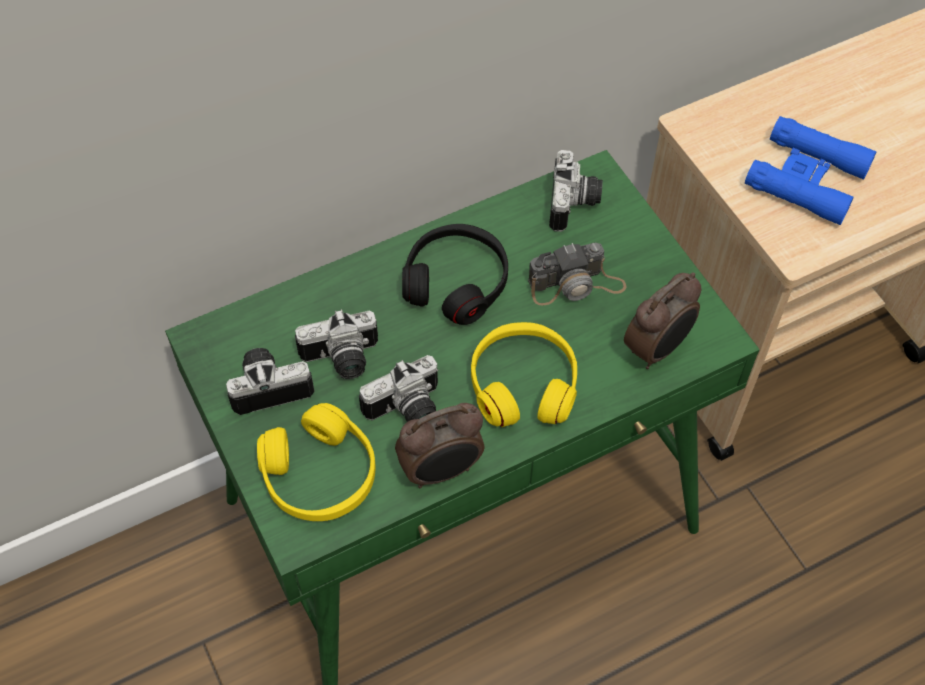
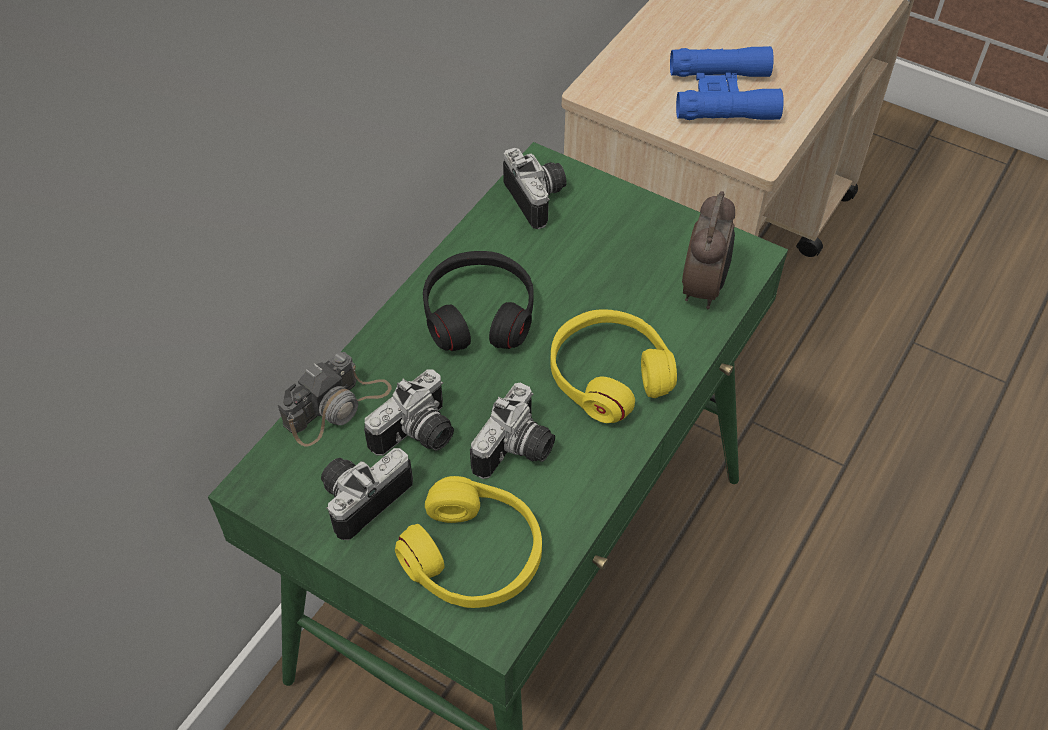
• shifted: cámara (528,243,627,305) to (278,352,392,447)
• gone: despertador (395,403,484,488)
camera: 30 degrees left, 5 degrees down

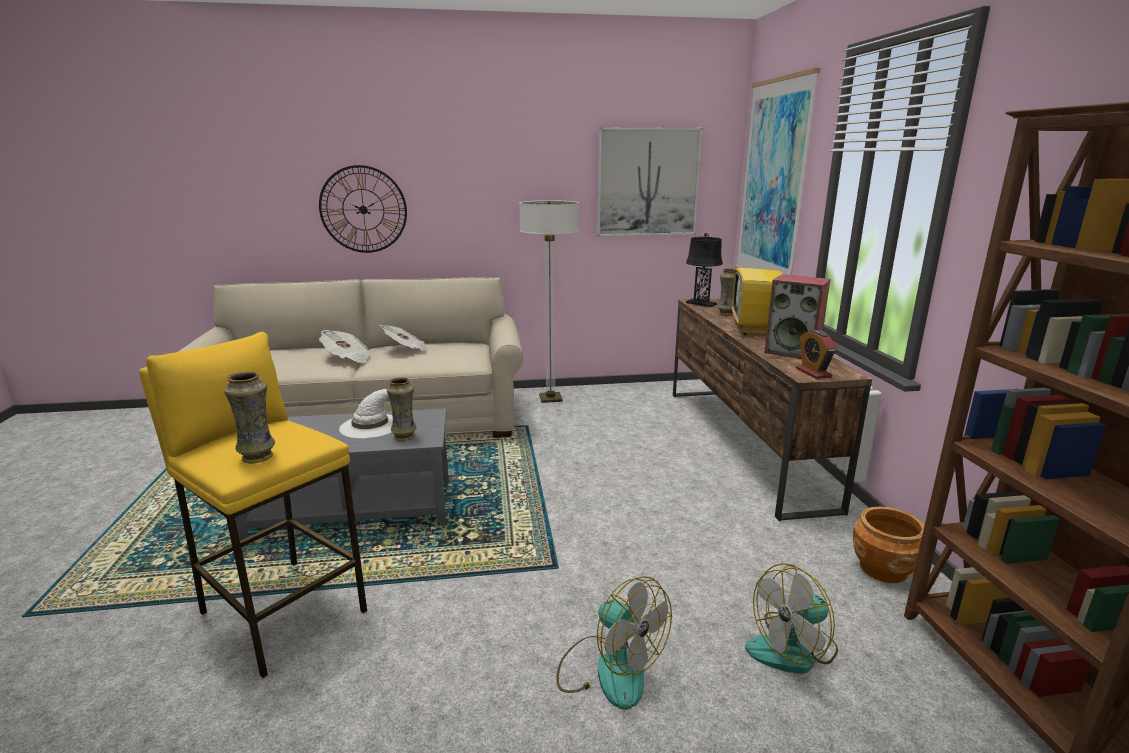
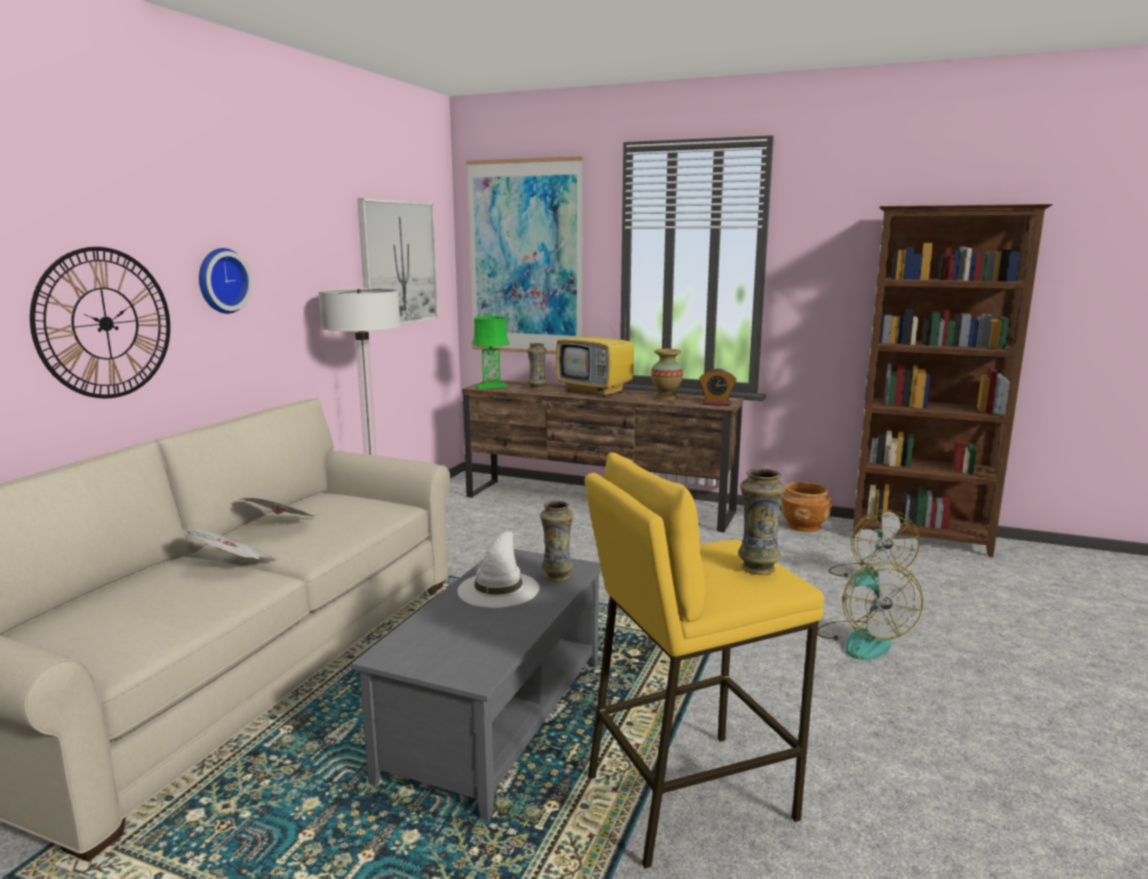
• new: reloj de pared (199,248,252,314)
• repainted: lámpara de mesa [negro] (686,233,723,307) to lámpara de mesa [verde] (472,312,510,389)
• swapped: altavoz (764,274,830,359) to florero (651,349,683,400)
• rotated: ventilador (556,576,672,710) = (817,562,923,660) 105 degrees clockwise
camera: 60 degrees left, 5 degrees down

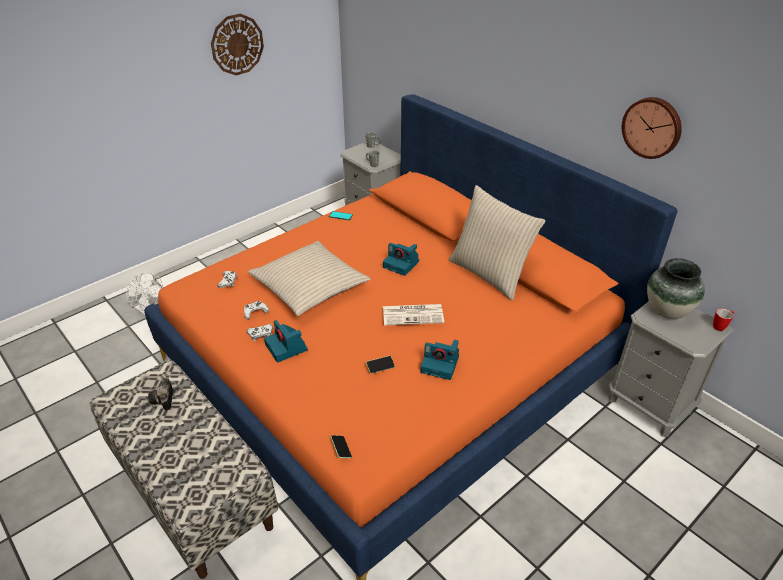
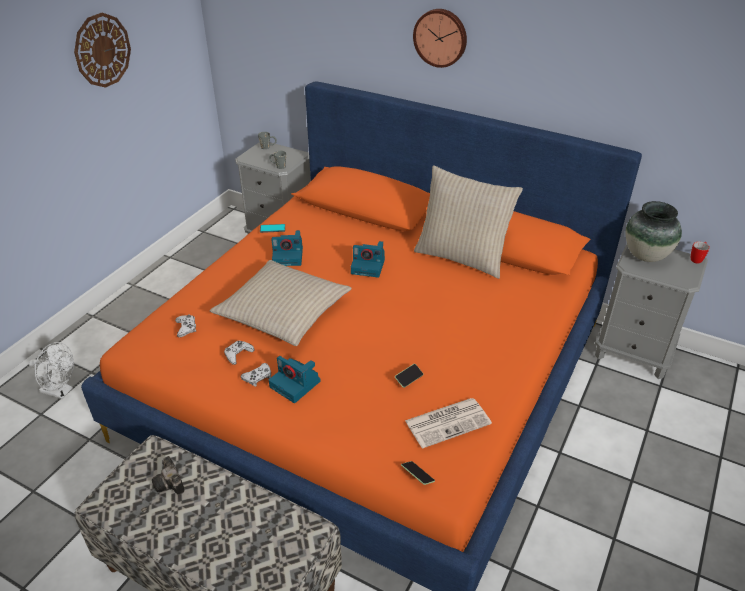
• shifted: cámara (421,340,459,380) to (271,230,303,266)
• shifted: periódico (383,304,444,325) to (405,398,492,448)
• shifted: reloj de pared (622,97,682,159) to (413,9,467,68)
camera: 20 degrees left, 0 degrees up

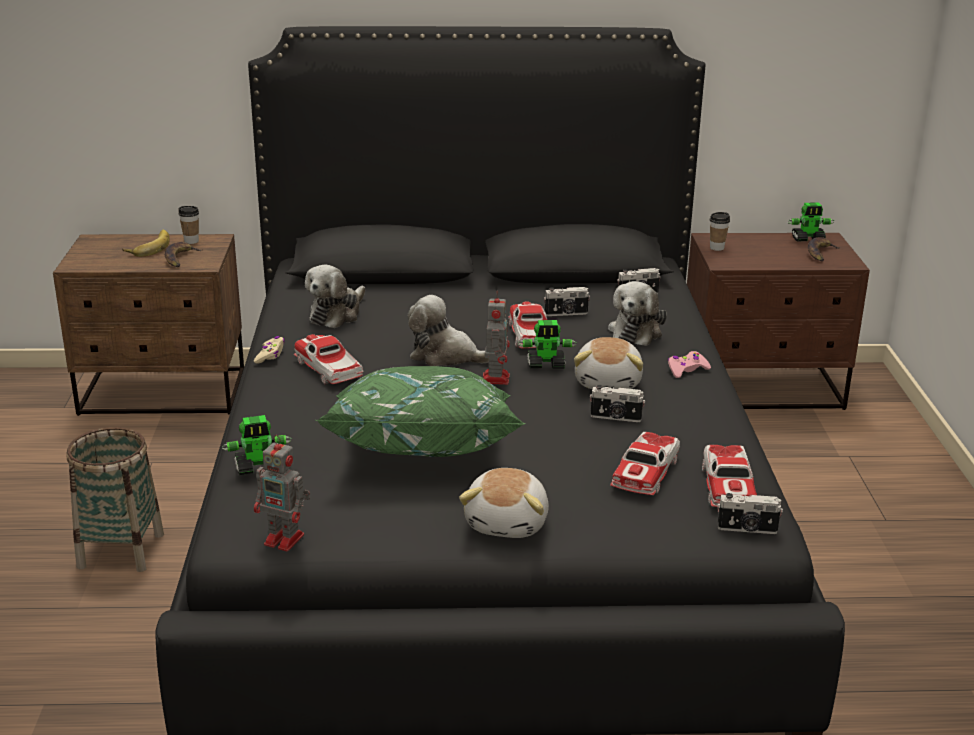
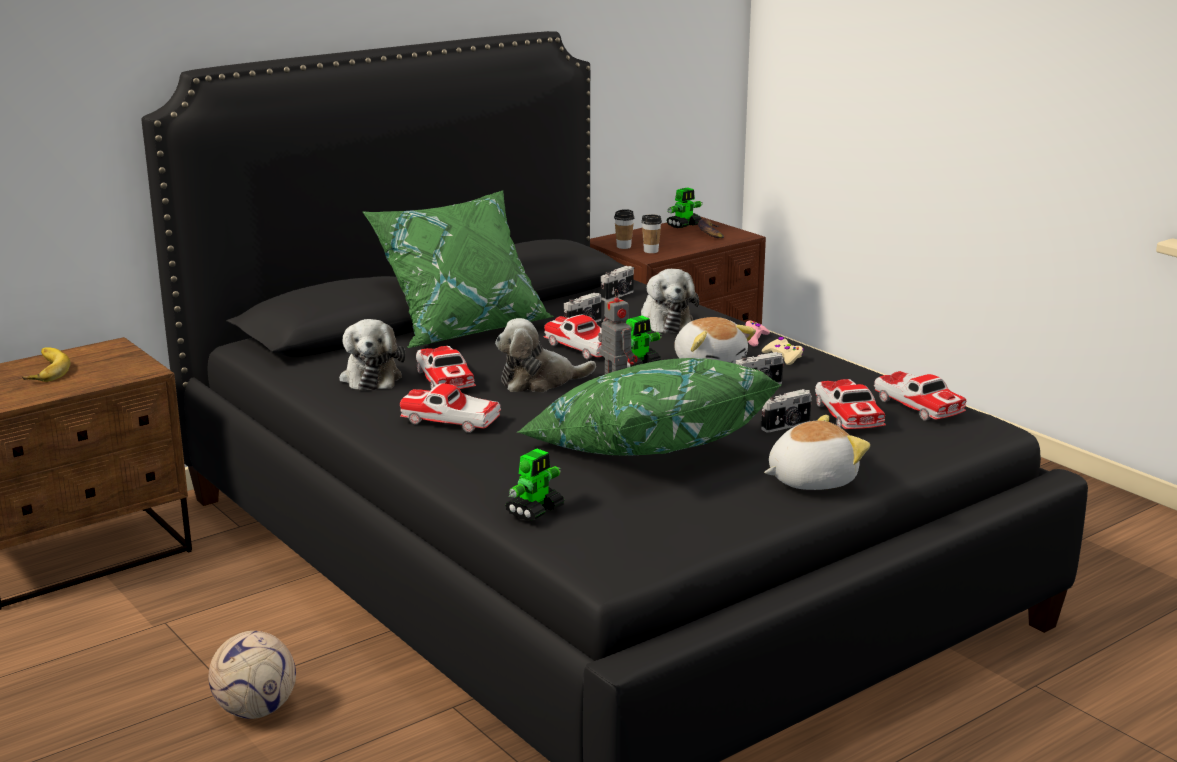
• swapped: cesta (66,427,164,572) to balón de fútbol (209,631,296,719)
• new: cojín [verde] (362,191,554,348)
• new: coche de juguete (416,346,476,389)
• shifted: taza (178,206,199,244) to (641,215,662,253)
• shifted: cámara (717,493,783,534) to (761,389,812,433)
• shifted: mando de consola [beis] (254,336,285,364) to (762,337,804,365)
• rotated: peluche (459,468,549,538) = (764,415,870,490) 90 degrees counterclockwise
• gone: plátano (165,242,202,267)
• gone: robot de juguete (254,435,310,551)
camera: 35 degrees left, 5 degrees down

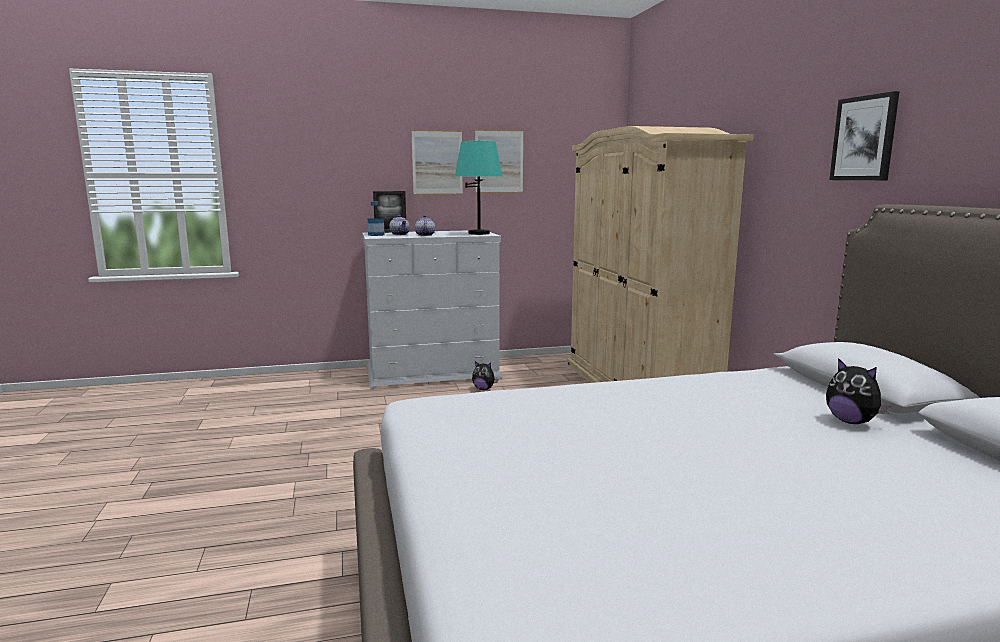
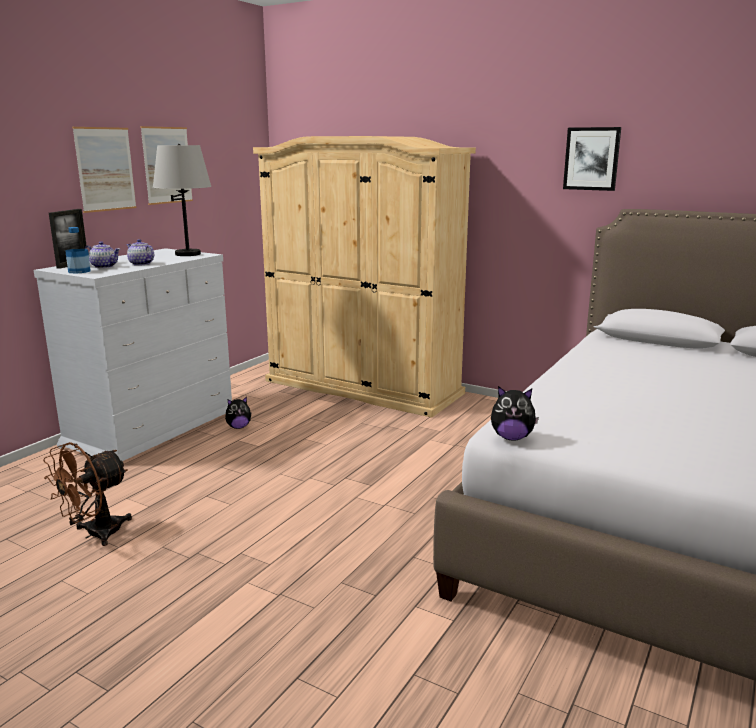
• new: ventilador [marrón] (43,442,132,546)
• repainted: lámpara de mesa [turquesa] (455,140,503,235) to lámpara de mesa [gris] (153,144,211,256)
• shifted: peluche (826,358,891,424) to (491,386,539,441)
camera: 45 degrees left, 5 degrees up

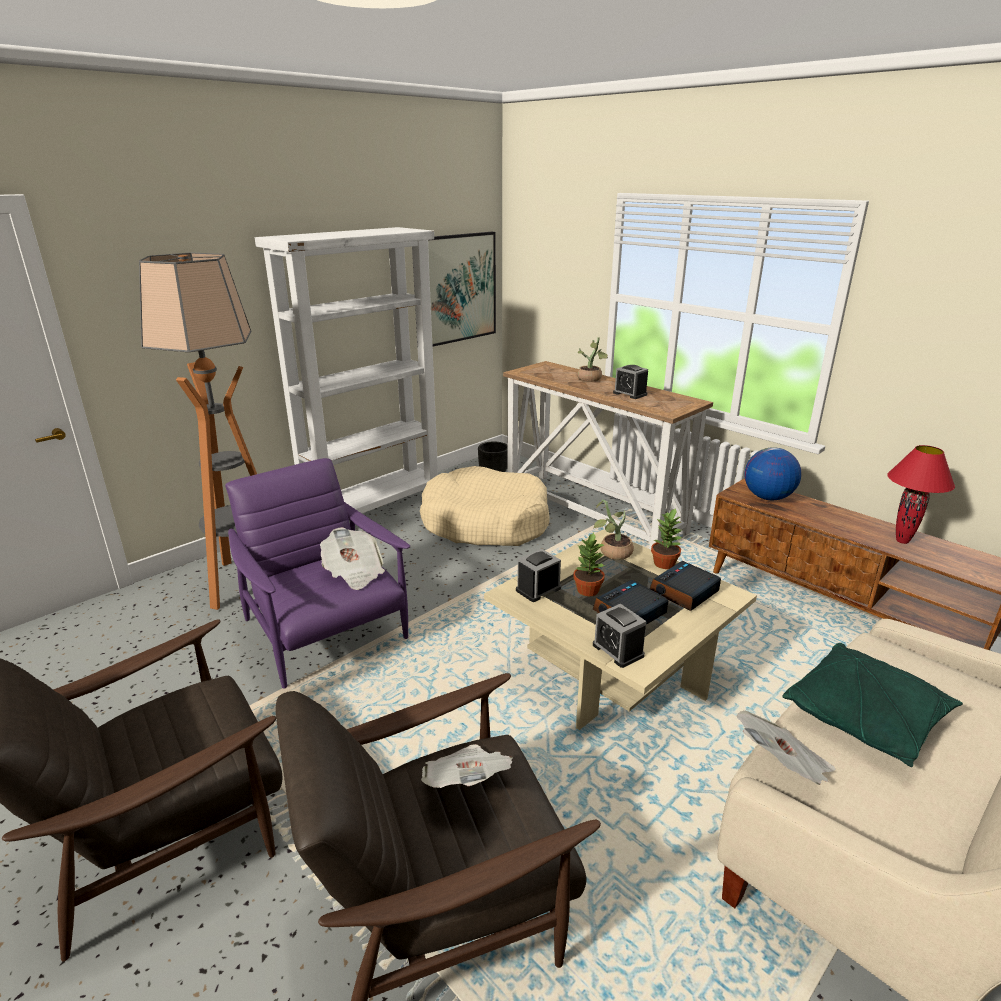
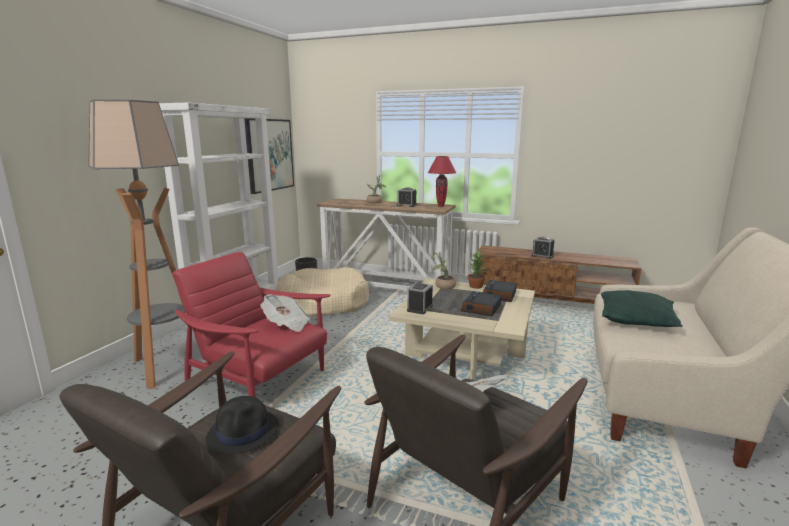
• repainted: sillón [morado] (225,458,410,688) to sillón [rojo] (172,252,331,398)
• new: sombrero [negro] (206,396,279,454)
• shifted: lámpara de mesa [rojo] (887,445,955,544) to (428,156,456,207)
• shifted: despertador (593,604,646,668) to (531,237,554,259)
• gone: planta en maceta (573,532,605,596)
• gone: periódico (737,711,836,785)
• gone: globo terráqueo (744,447,801,500)
camera: 25 degrees left, 10 degrees down

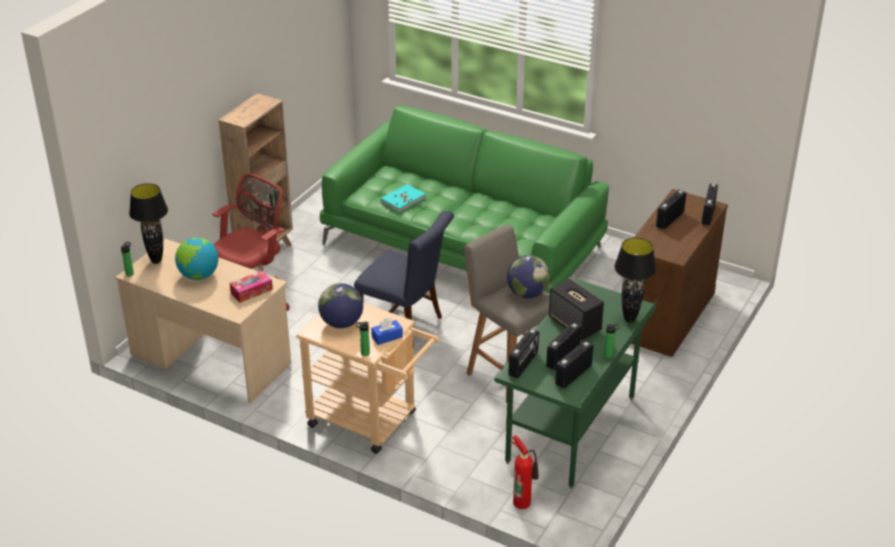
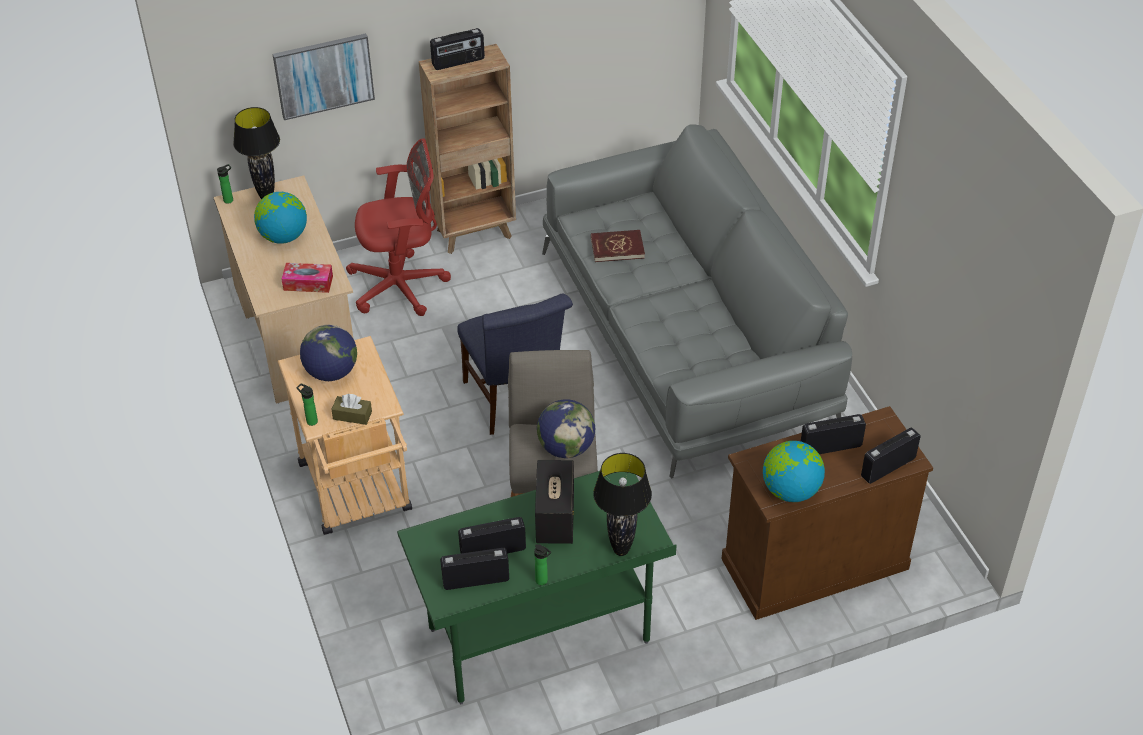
• new: cuadro (273,33,375,120)
• repainted: caja de pañuelos [azul] (371,318,403,345) to caja de pañuelos [marrón] (331,394,372,425)
• shifted: radio (508,328,539,378) to (430,28,485,70)
• repainted: sofá [verde] (320,106,609,294) to sofá [gris] (542,124,852,479)
• repainted: libro [turquesa] (380,184,426,212) to libro [rojo] (591,230,645,262)
• new: globo terráqueo (763,441,825,502)
• gone: extintor (512,435,539,509)
camera: 40 degrees right, 10 degrees up

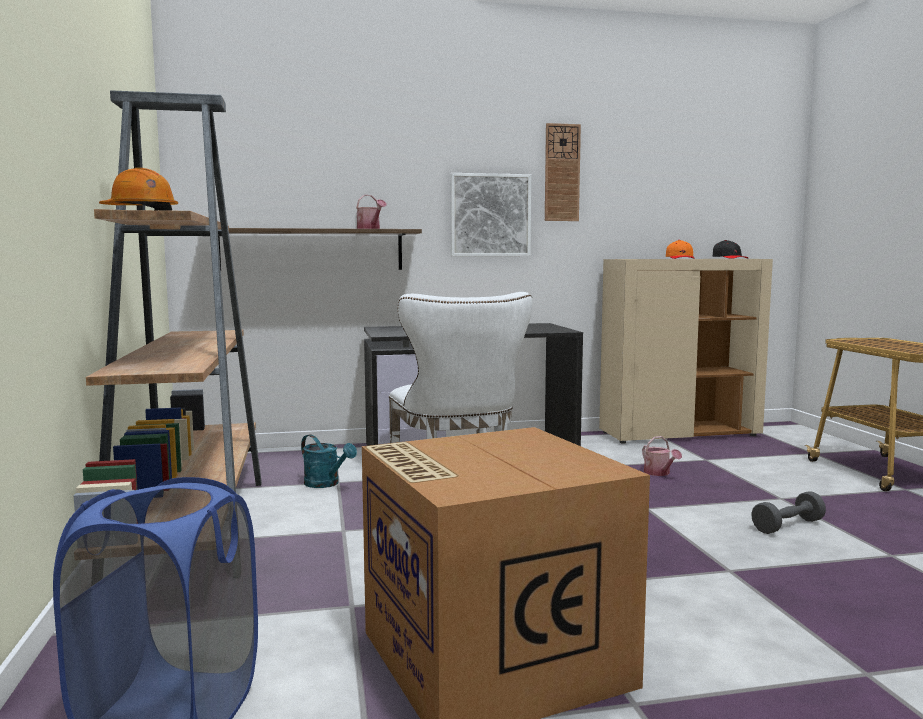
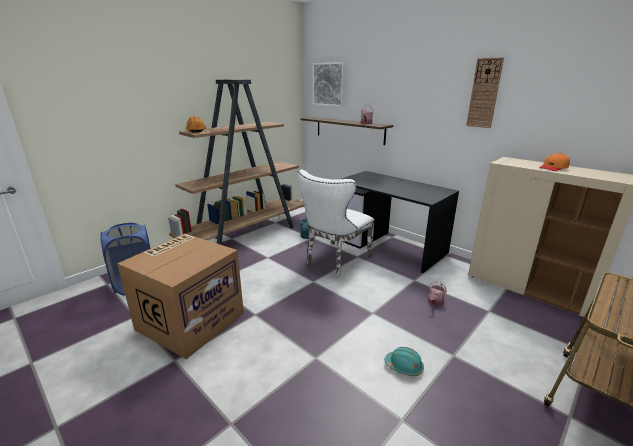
• shifted: cuadro (450,173,531,256) to (313,62,345,107)
• swapped: mancuerna [gris] (751,491,826,534) to casco [turquesa] (384,347,424,376)
• gone: gorra [negro] (713,240,748,259)
camera: 55 degrees right, 15 degrees up

